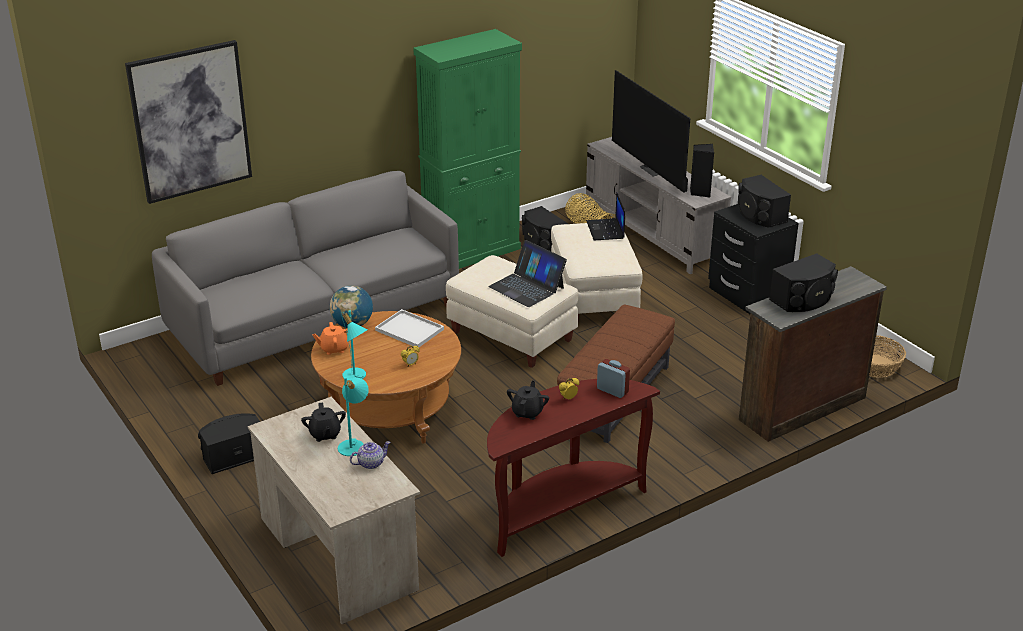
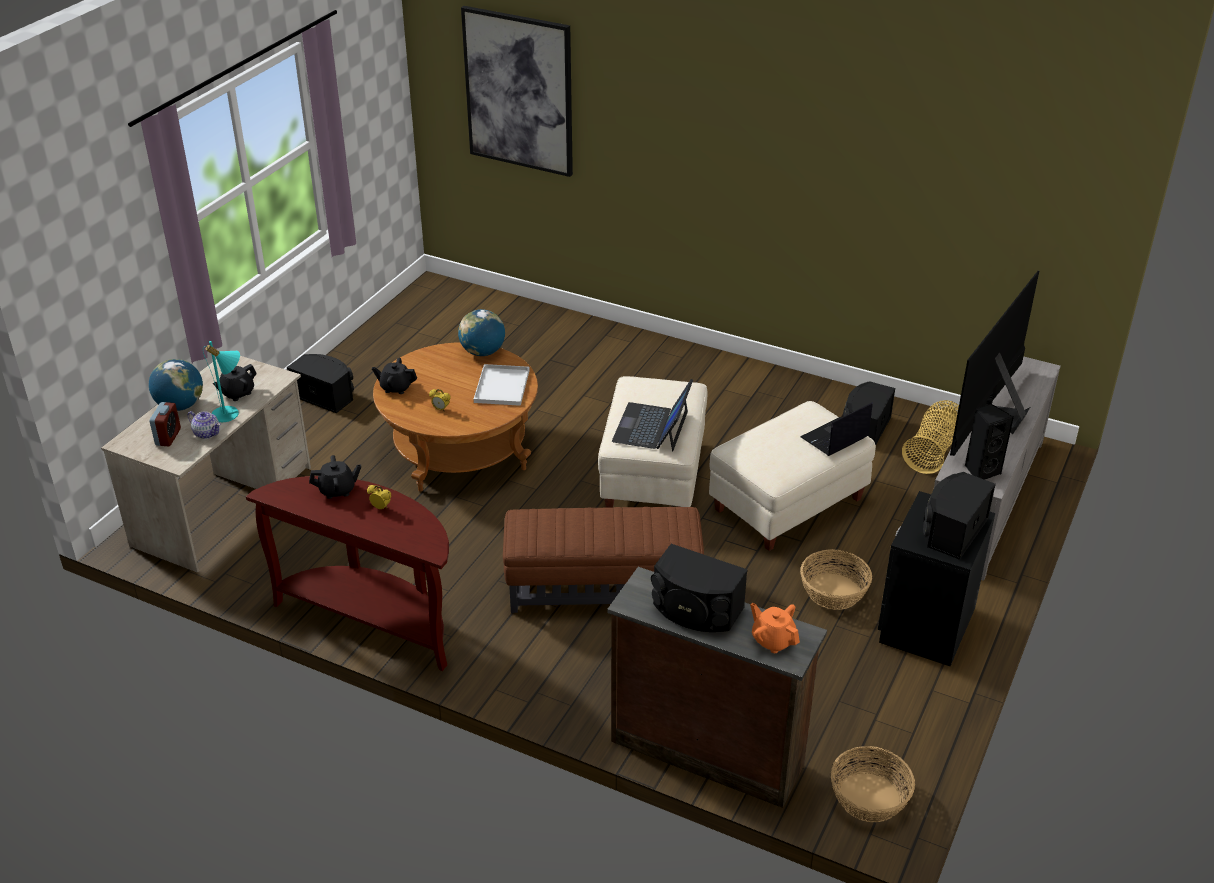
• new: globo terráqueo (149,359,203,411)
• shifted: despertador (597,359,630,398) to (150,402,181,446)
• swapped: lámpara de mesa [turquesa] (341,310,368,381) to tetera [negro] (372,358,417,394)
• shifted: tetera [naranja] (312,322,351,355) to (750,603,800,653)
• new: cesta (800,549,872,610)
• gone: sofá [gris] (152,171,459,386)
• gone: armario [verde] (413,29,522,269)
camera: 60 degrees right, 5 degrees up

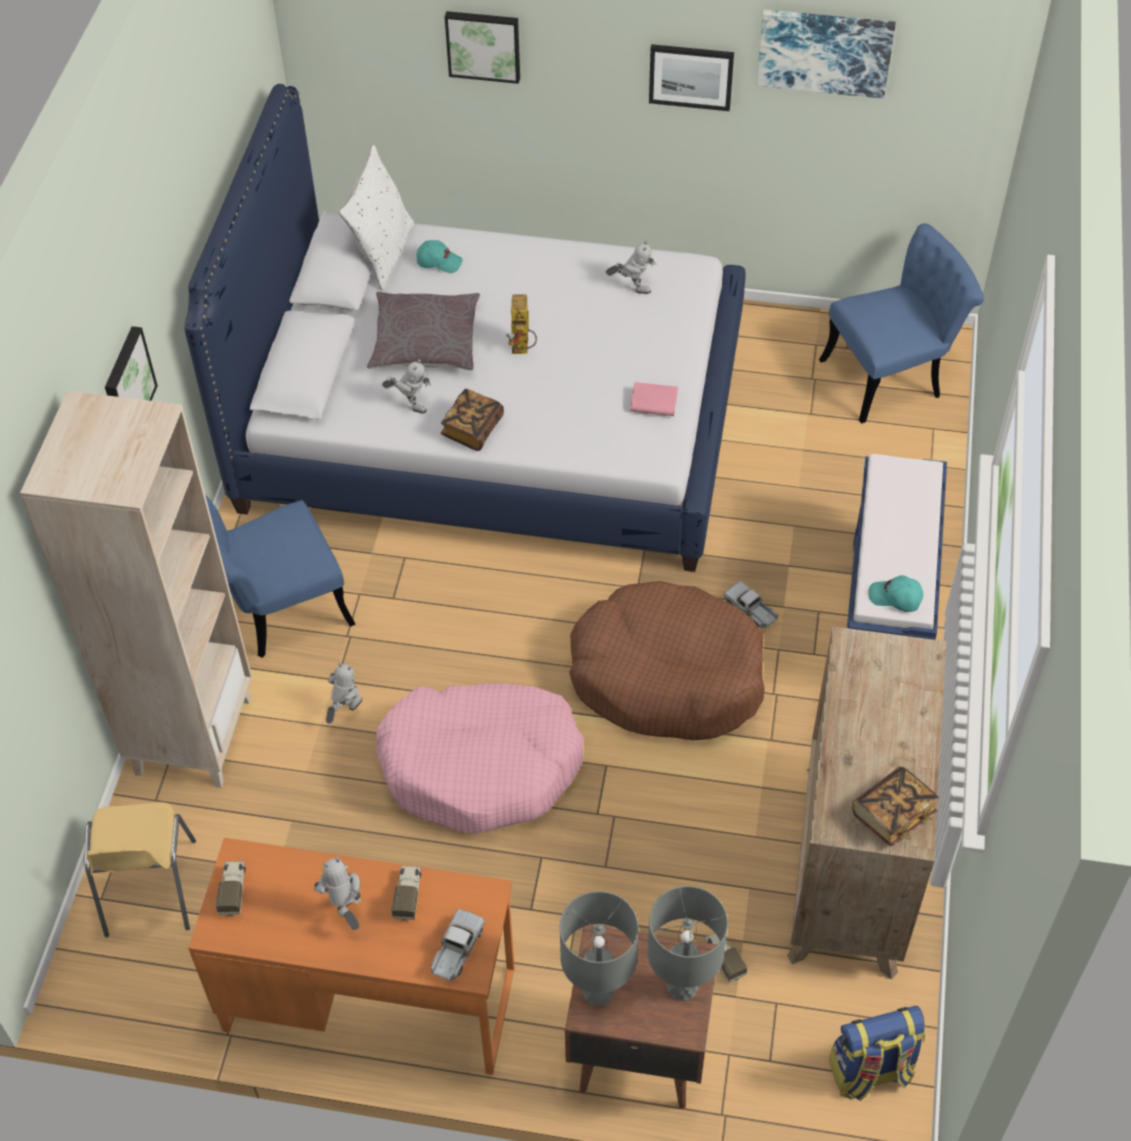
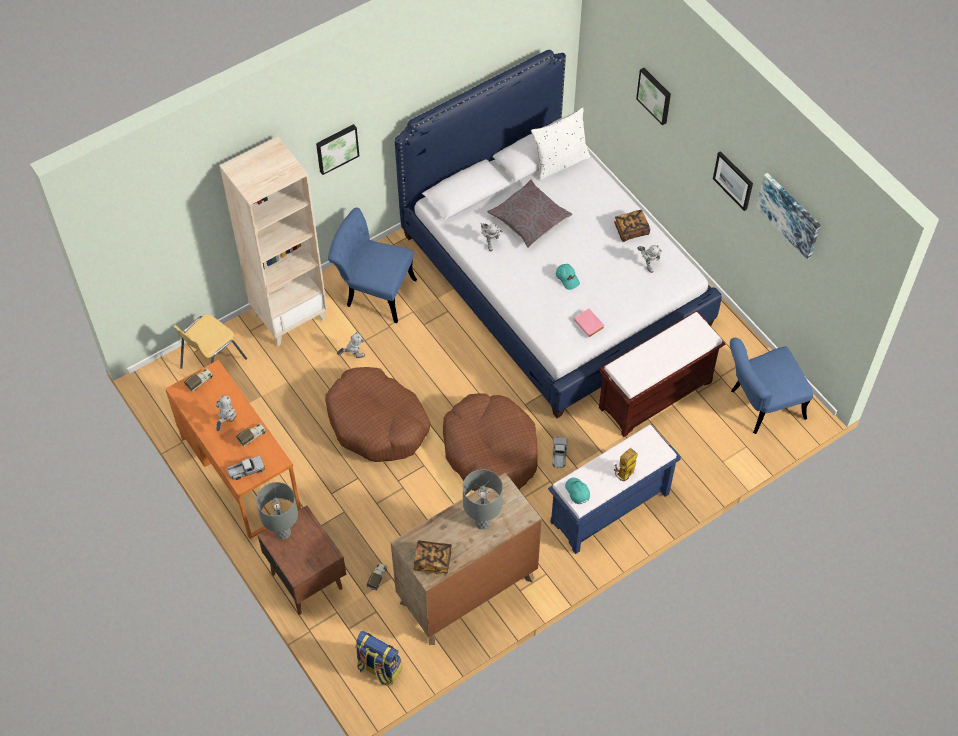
• repainted: cama para perro [rosa] (376,683,584,833) to cama para perro [marrón] (325,367,430,462)
• shifted: lámpara de mesa [gris] (647,886,728,1001) to (463,469,503,530)
• shifted: gorra [turquesa] (416,240,463,273) to (556,264,580,290)
• new: banco [marrón] (599,311,726,437)
• shifted: libro (441,389,504,451) to (614,210,650,242)
• shifted: robot de juguete (506,295,537,354) to (614,448,638,481)
• rotated: silla [azul] (819,223,984,424) = (730,338,813,434) 135 degrees clockwise
camera: 45 degrees right, 5 degrees up

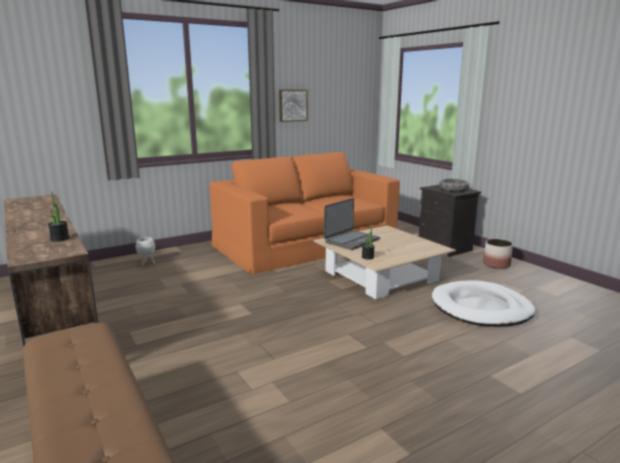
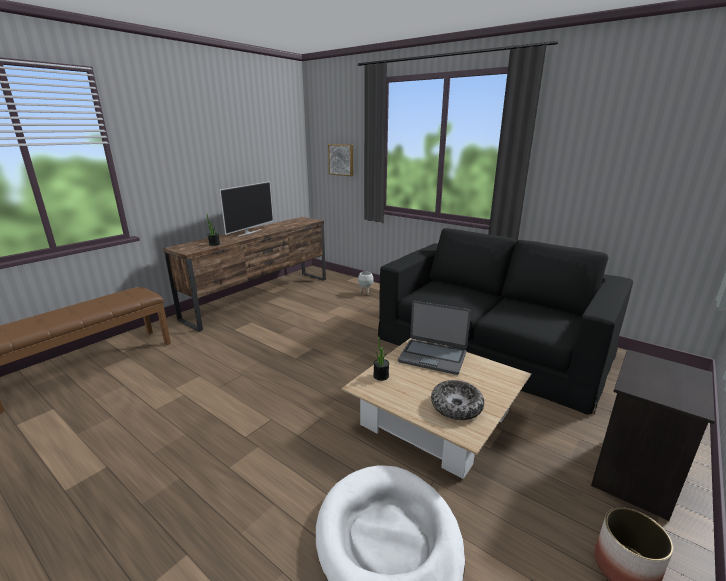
• new: televisor (219,181,273,237)
• shifted: cuadro (279,90,308,122) to (328,144,353,176)
• repainted: sofá [naranja] (210,152,400,274) to sofá [negro] (378,228,633,415)
• shifted: cuenco (439,179,469,192) to (431,380,484,420)
camera: 70 degrees right, 5 degrees up

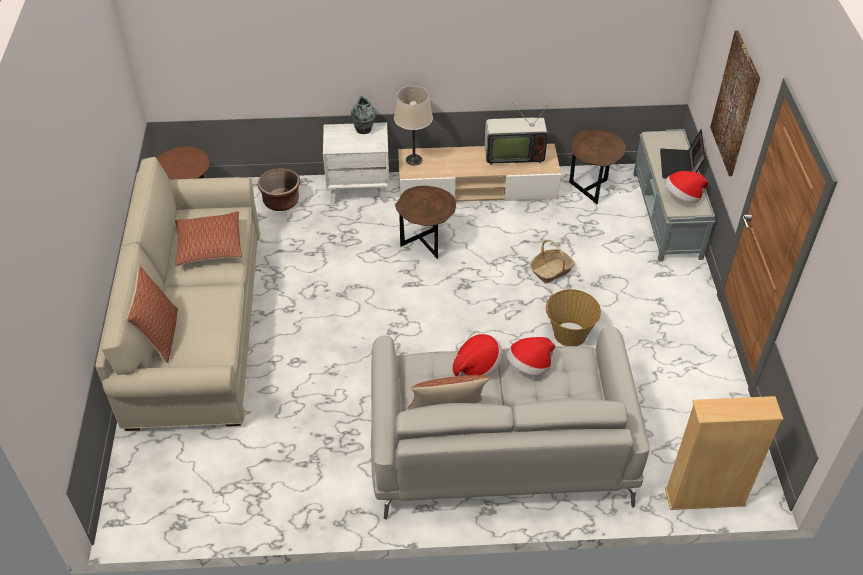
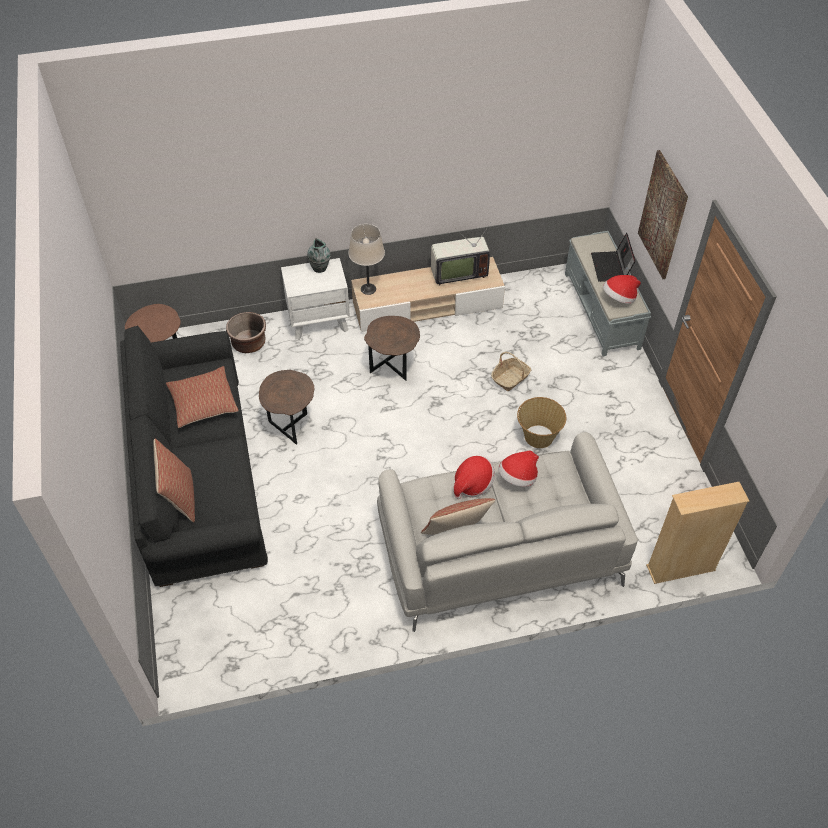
• repainted: sofá [beis] (95,157,260,431) to sofá [negro] (120,326,268,587)
• shifted: mesa auxiliar [marrón] (569,129,626,204) to (259,370,314,445)
camera: 10 degrees left, 5 degrees up

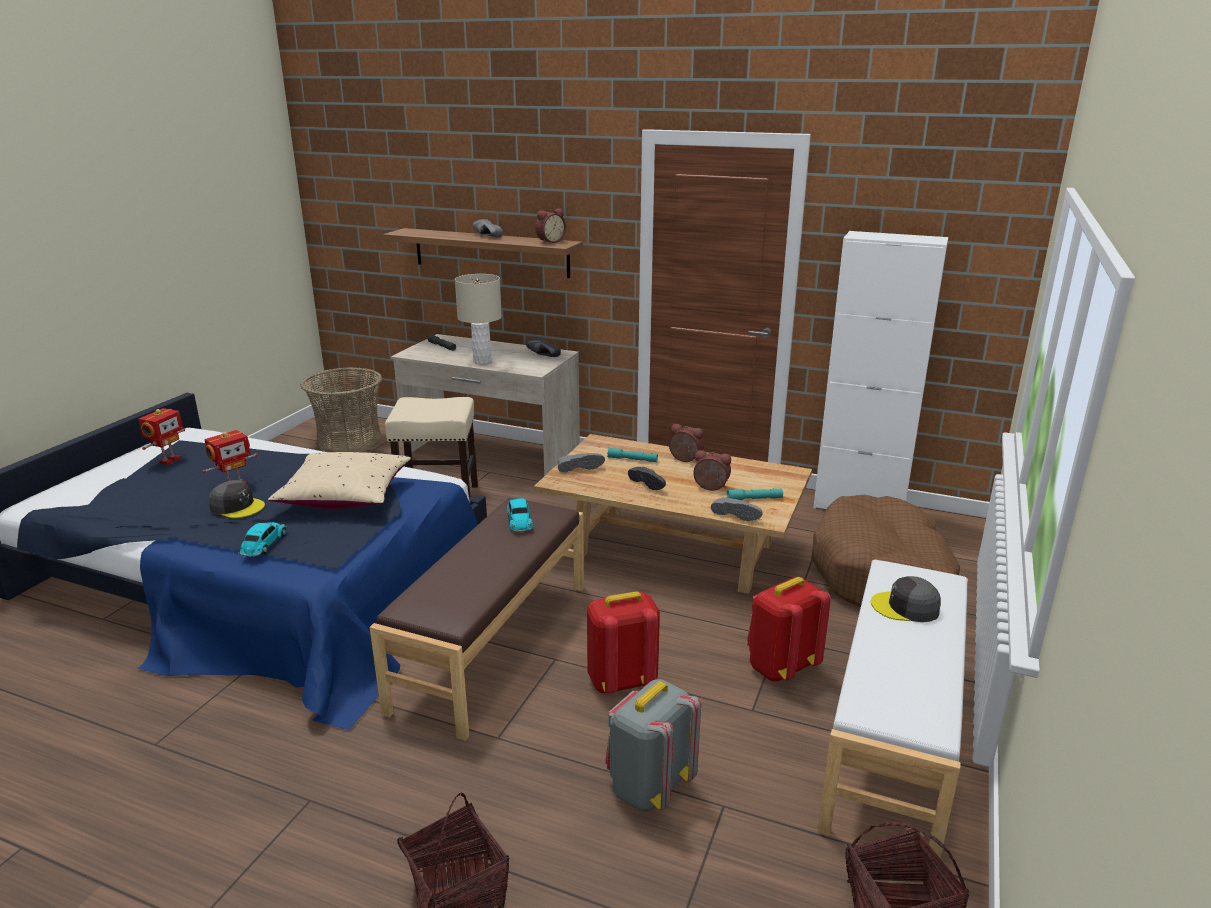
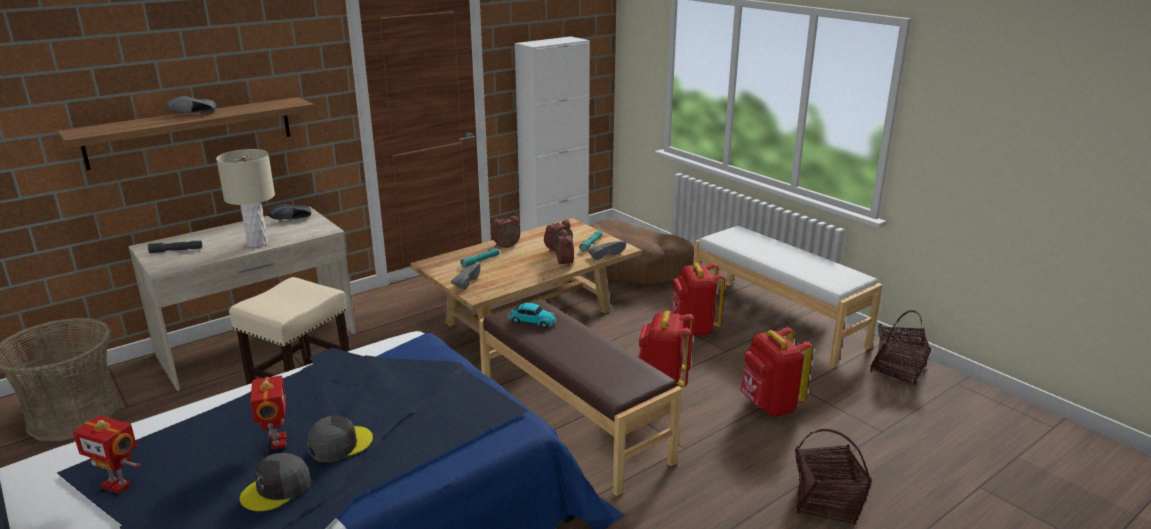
• rotated: robot de juguete (138,408,185,465) = (73,415,140,494) 150 degrees clockwise
• shifted: gorra [gris] (871,576,941,622) to (240,453,311,511)
• shifted: despertador (535,208,566,244) to (555,229,574,267)
• repainted: mochila [gris] (605,679,701,812) to mochila [rojo] (740,327,813,417)
• gone: coche de juguete (238,522,287,557)
• gone: cojín [beis] (268,452,411,509)
• gone: zapato [negro] (628,467,666,490)
camera: 60 degrees left, 0 degrees up

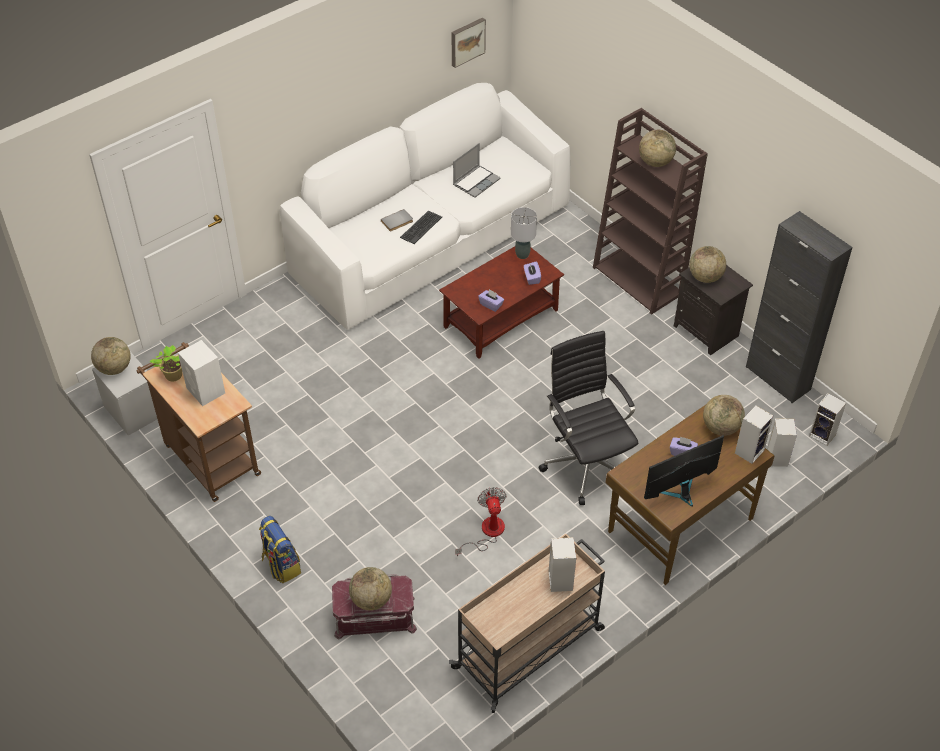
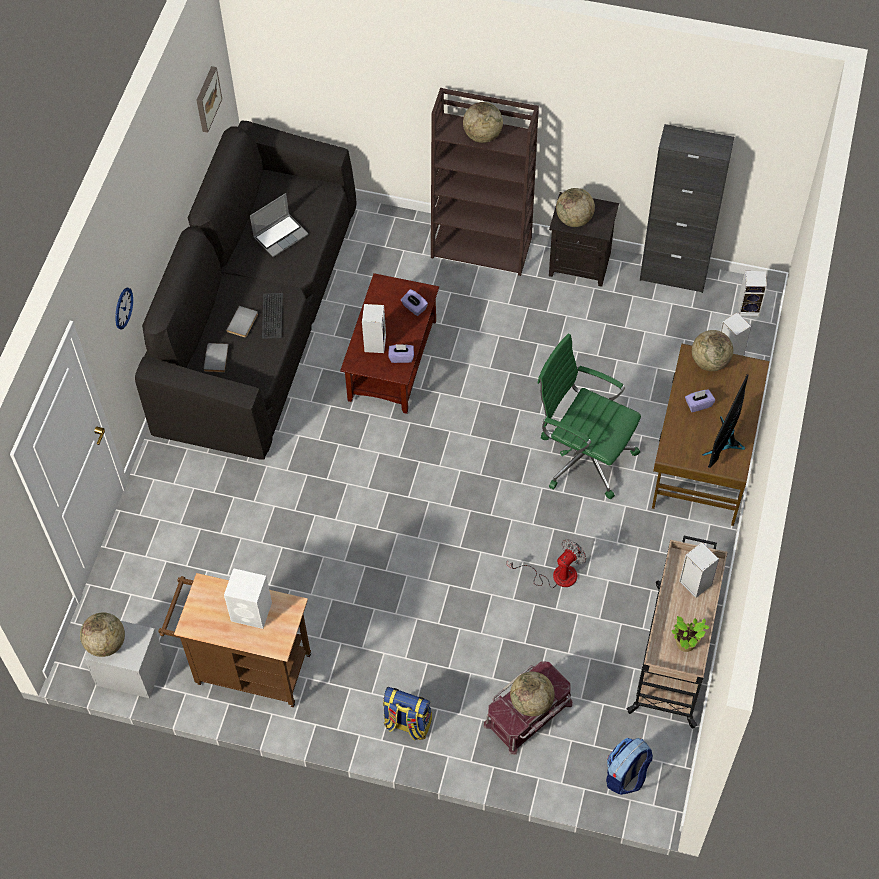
• new: reloj de pared (115,288,133,330)
• repainted: sofá [blanco] (280,83,570,330) to sofá [negro] (135,121,357,460)
• new: libro [gris] (204,343,229,372)
• rotated: portátil (453,143,501,198) = (250,193,309,257) 45 degrees clockwise
• shifted: altavoz (735,406,774,464) to (362,304,386,353)
• rotated: ventilador (455,487,507,556) = (507,539,586,588) 90 degrees clockwise
• repainted: silla de oficina [negro] (538,331,638,505) to silla de oficina [verde] (537,334,641,499)
• new: mochila (606,738,653,795)
• shifted: planta en maceta (150,345,182,381) to (671,616,710,652)
• gone: lámpara de mesa [gris] (511,207,537,259)
camera: 35 degrees left, 10 degrees up

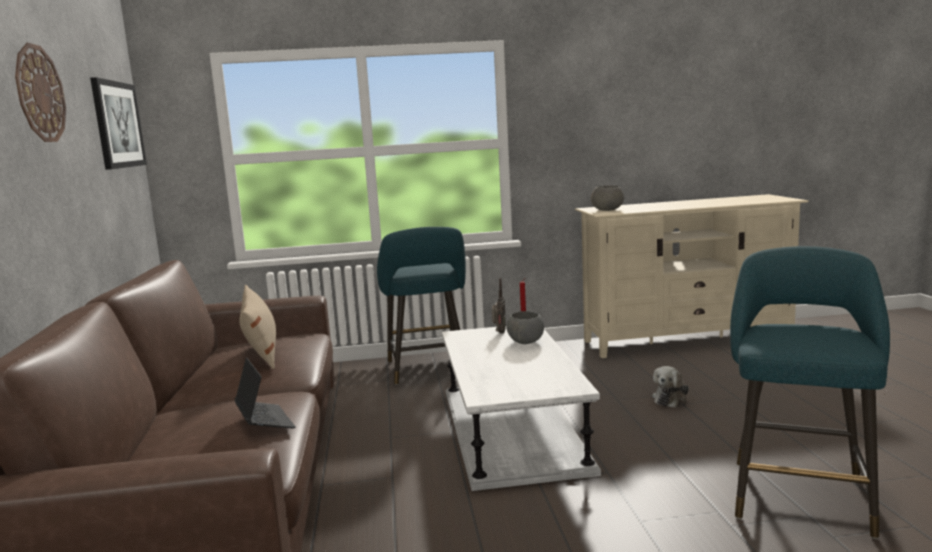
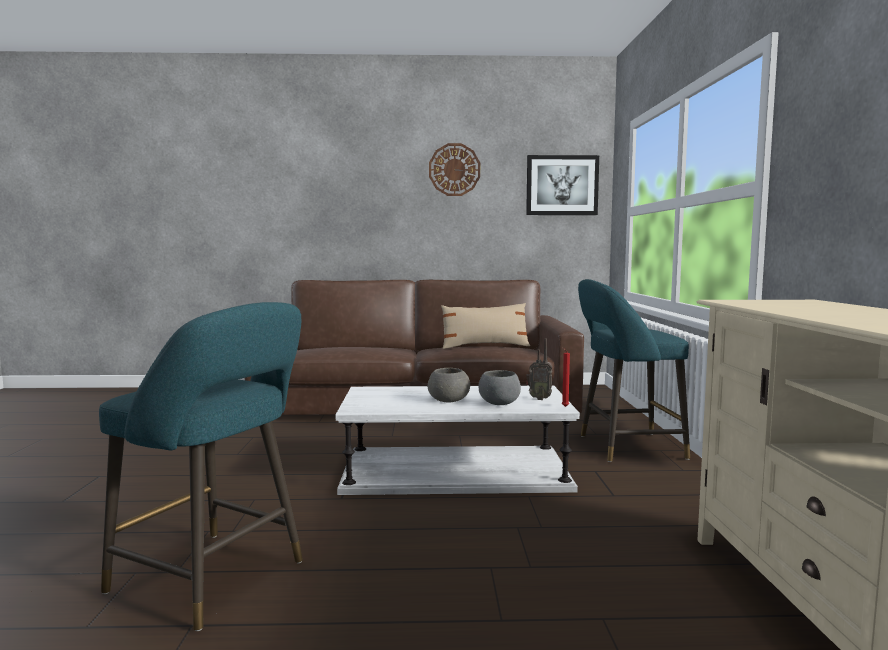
• shifted: cuenco [gris] (591,186,624,211) to (428,368,470,403)
• gone: portátil (235,358,296,428)
• gone: peluche (652,366,689,408)
camera: 95 degrees right, 5 degrees down

